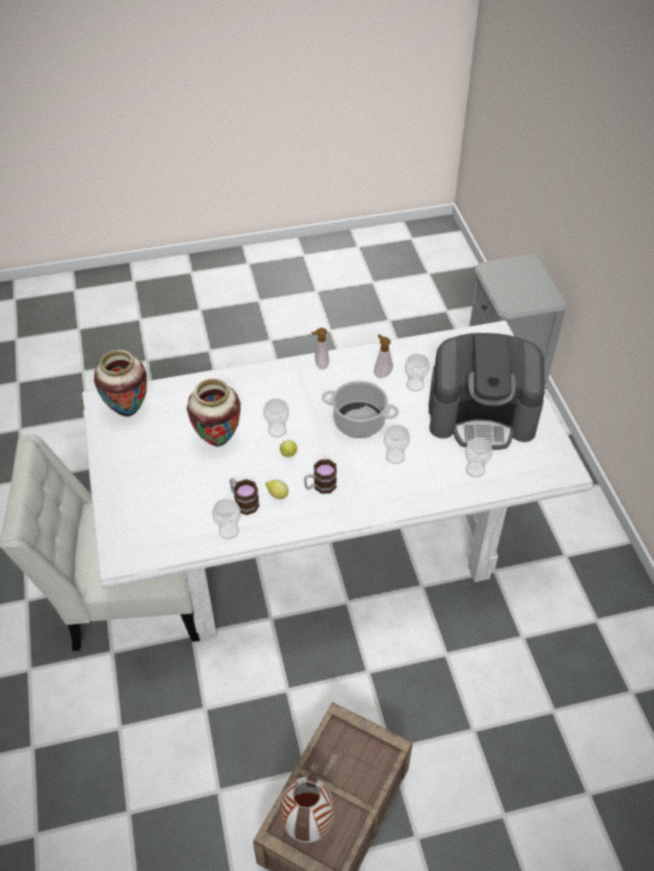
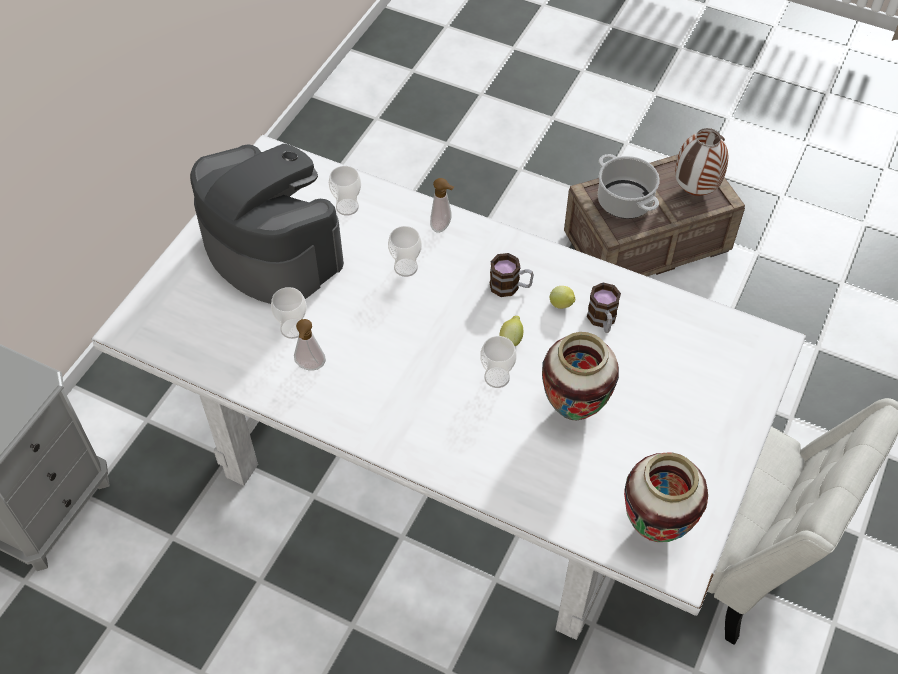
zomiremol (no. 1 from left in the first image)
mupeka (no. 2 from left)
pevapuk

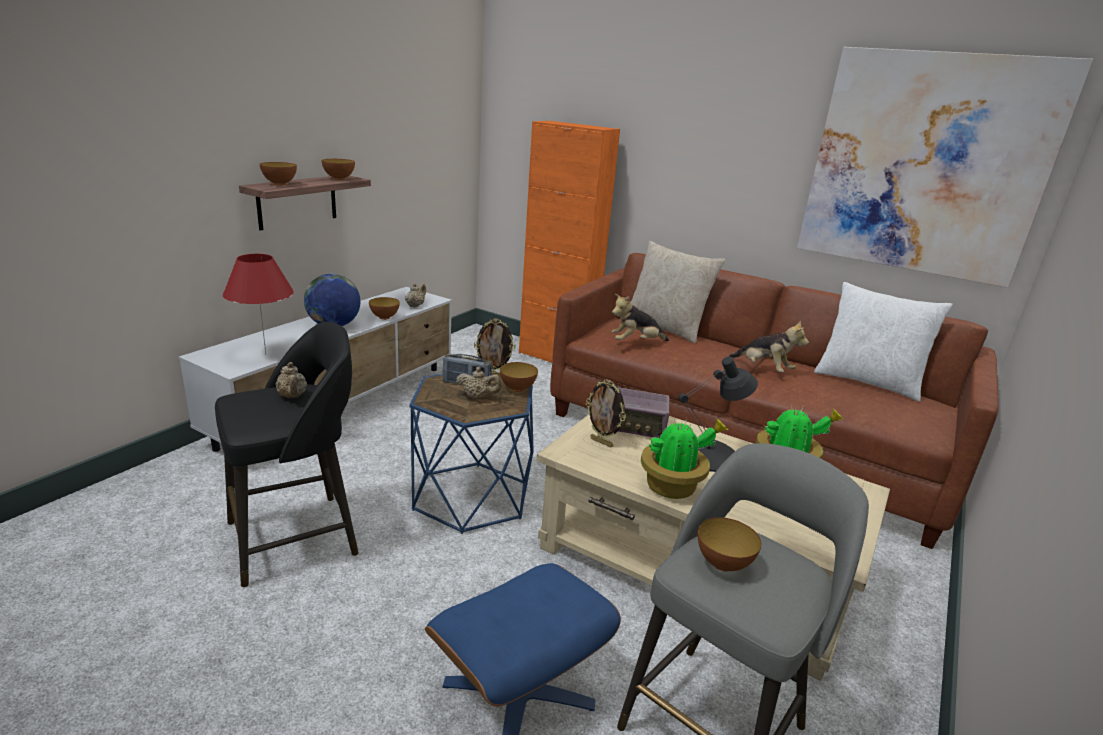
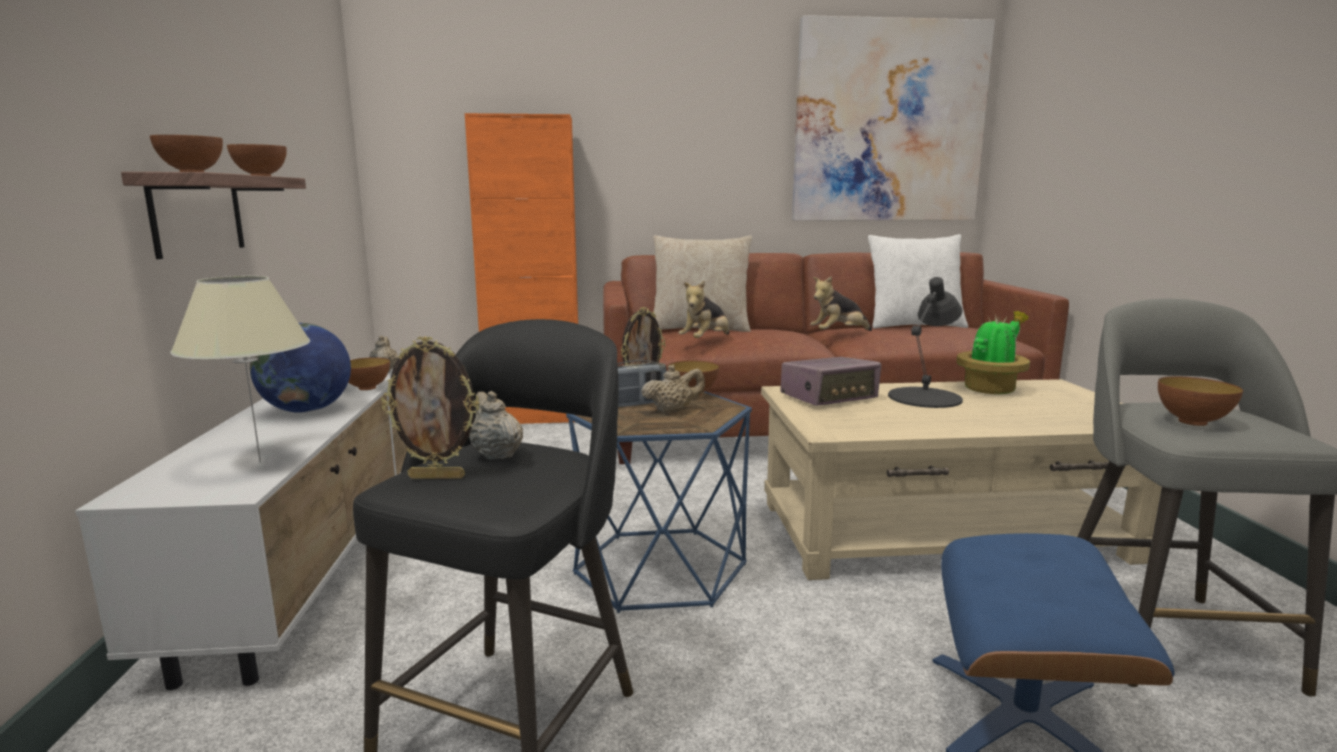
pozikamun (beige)
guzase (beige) (no. 2 from left)
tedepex (no. 1 from left)
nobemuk (no. 1 from left in the first image)
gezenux (no. 2 from left)

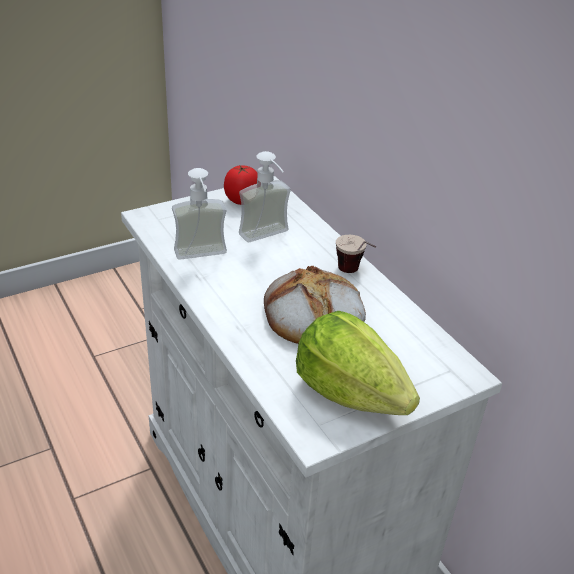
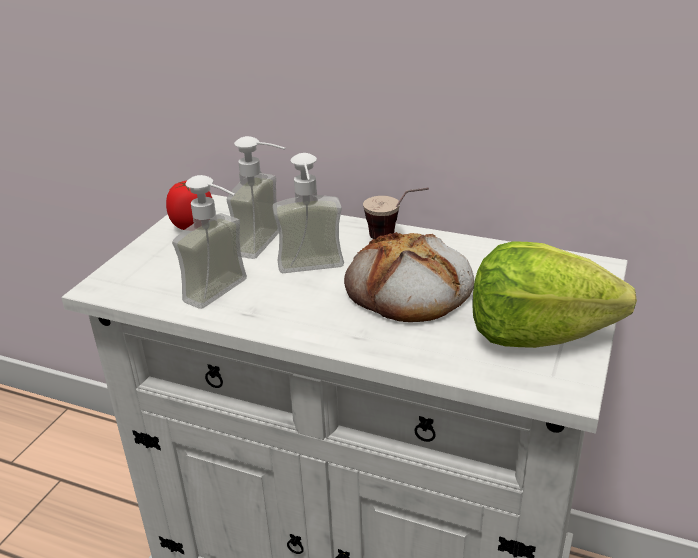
mupeka (no. 3 from left)

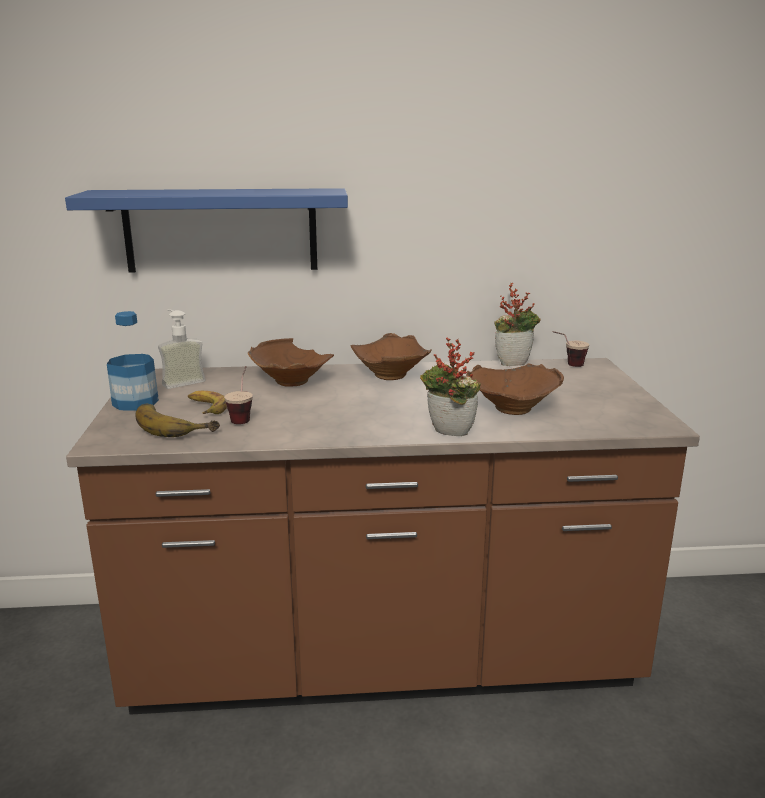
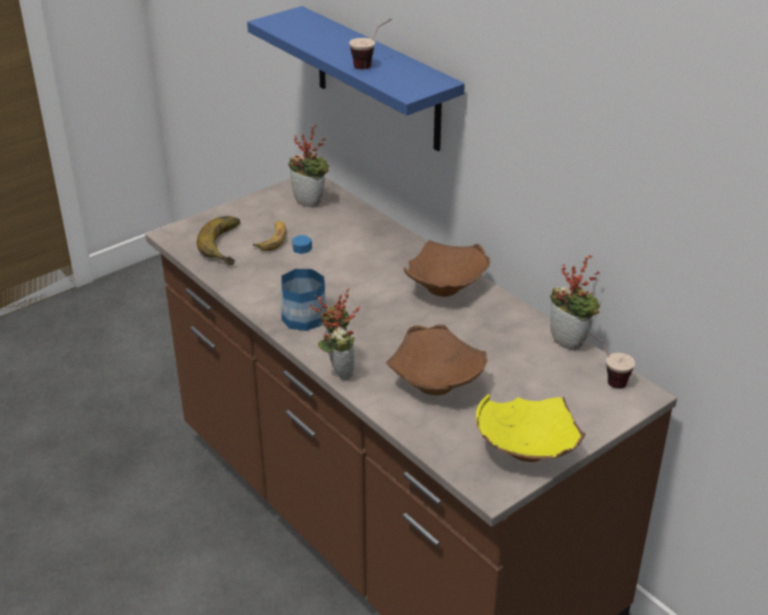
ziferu
nobemuk (no. 1 from left)
zomiremol (no. 1 from left)
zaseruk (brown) (no. 1 from left in the first image)
zaseruk (yellow)

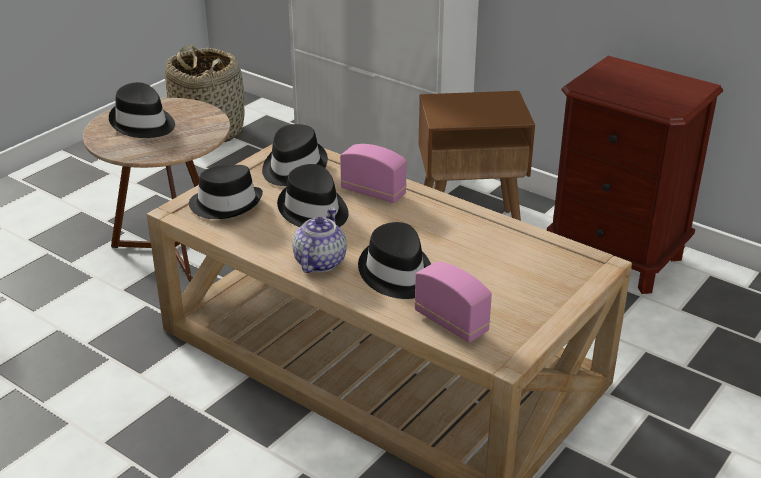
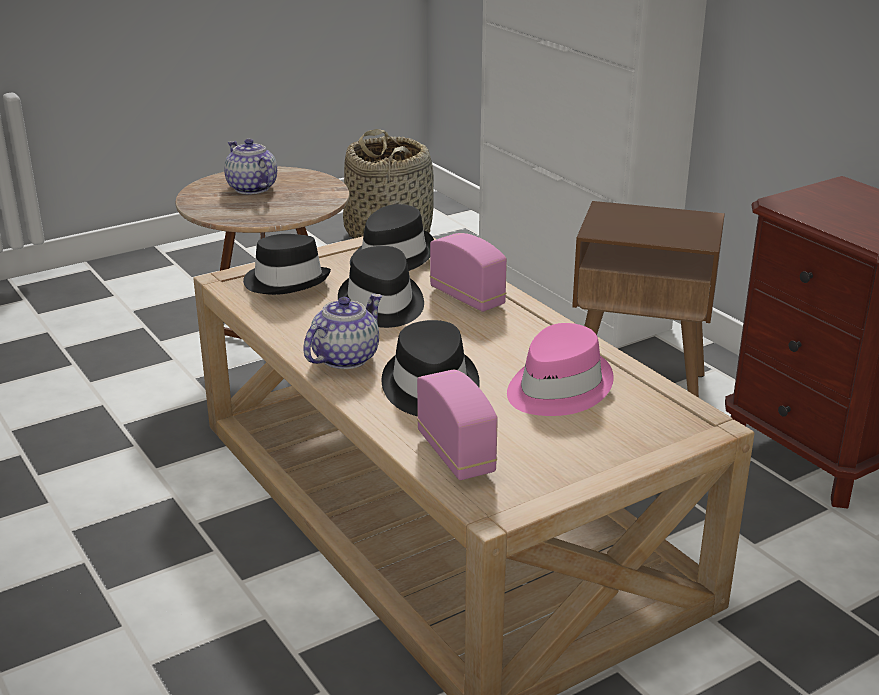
guzase (no. 1 from left)
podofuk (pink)

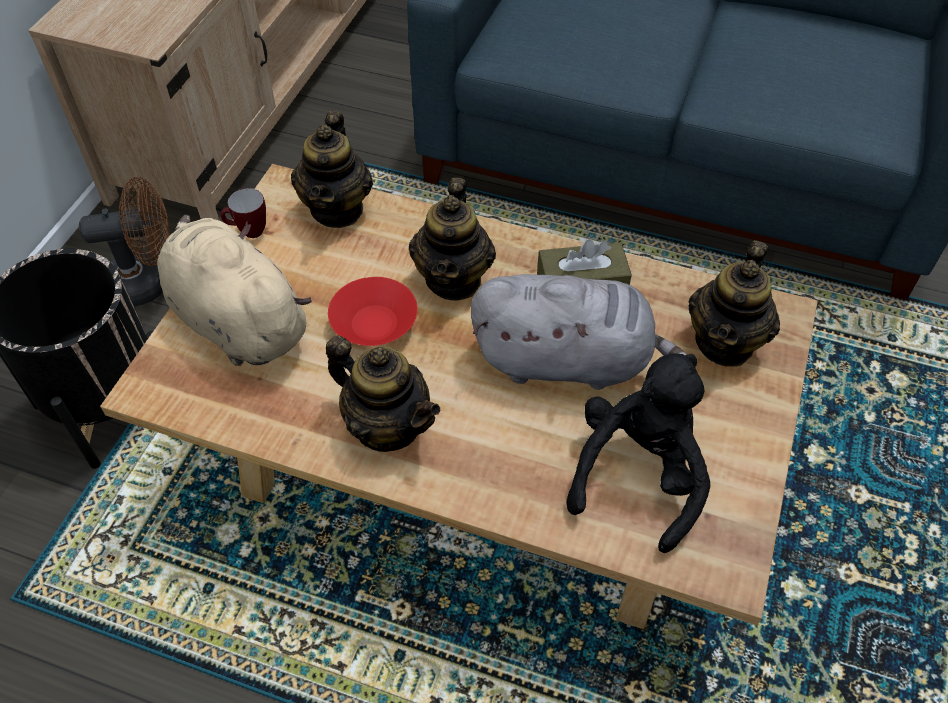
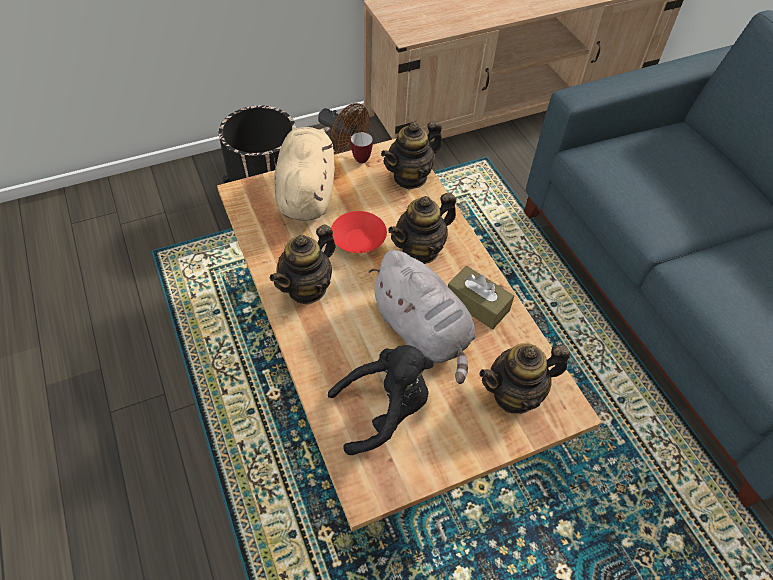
guzase (no. 1 from left)

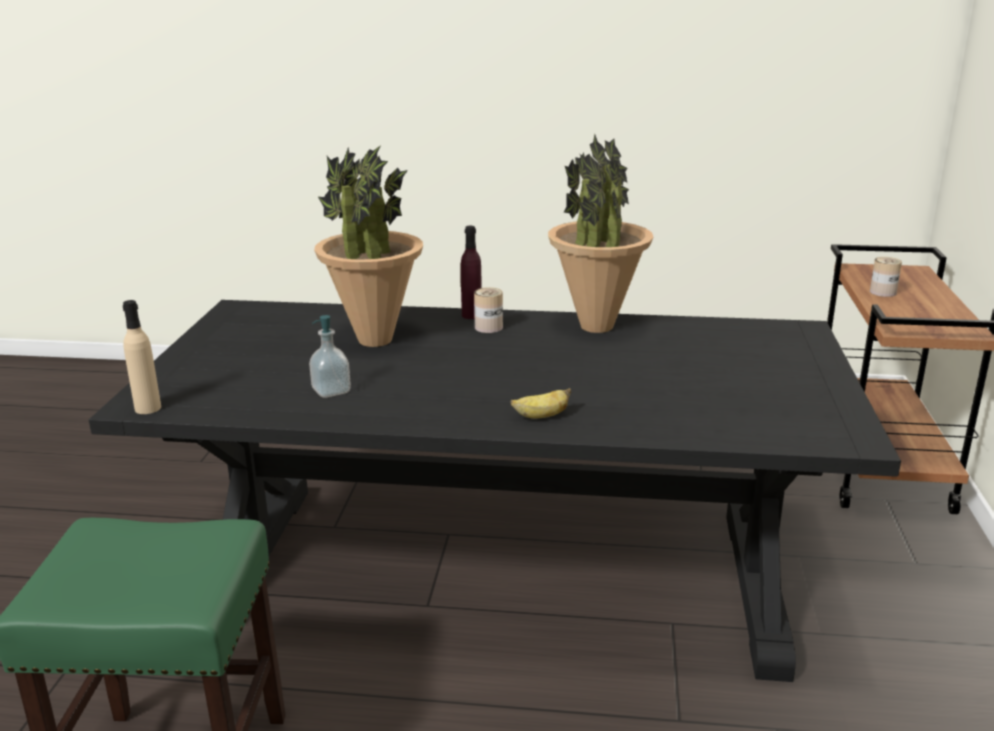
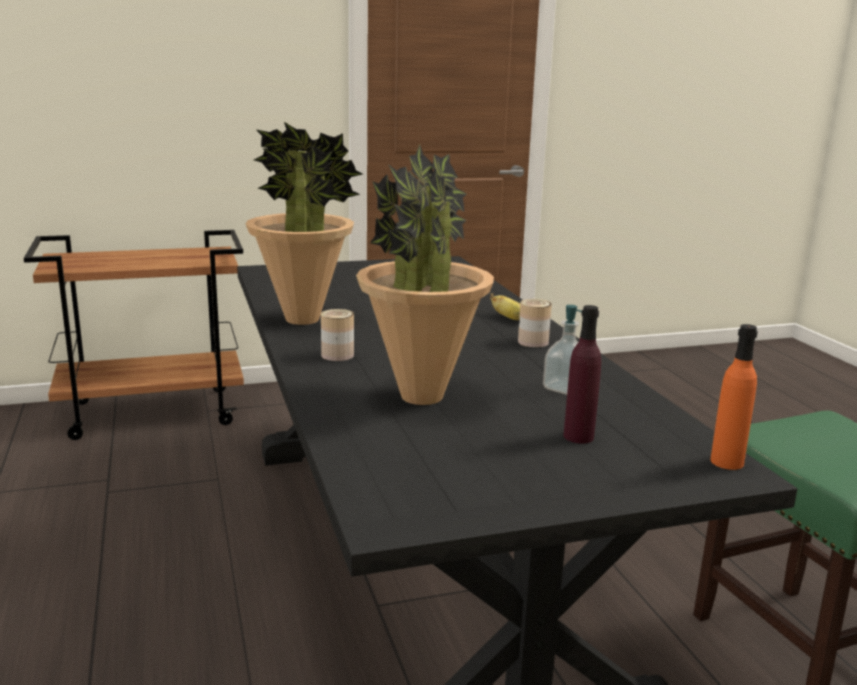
ziferu (orange)
ziferu (purple)
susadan (no. 2 from left)

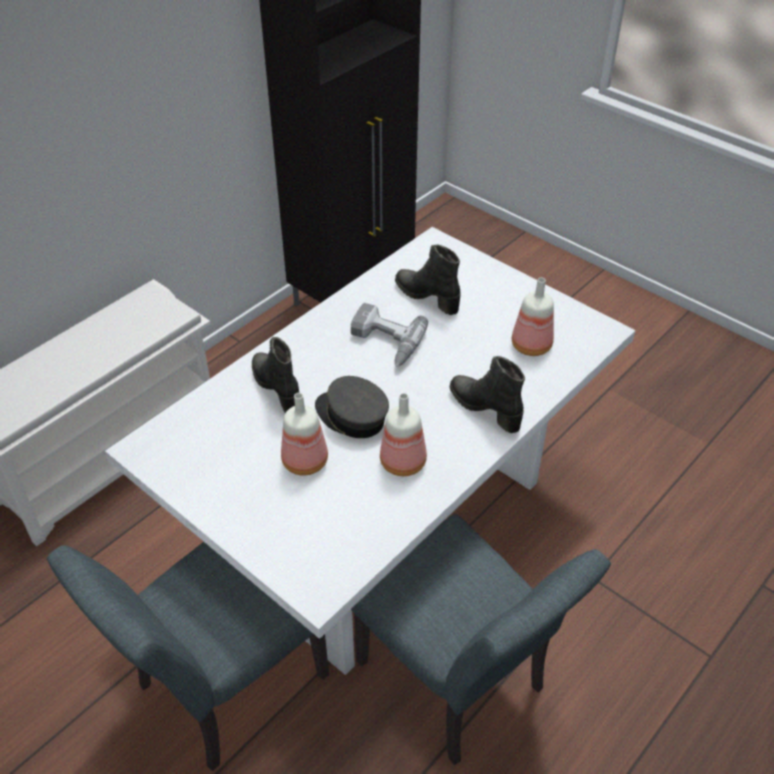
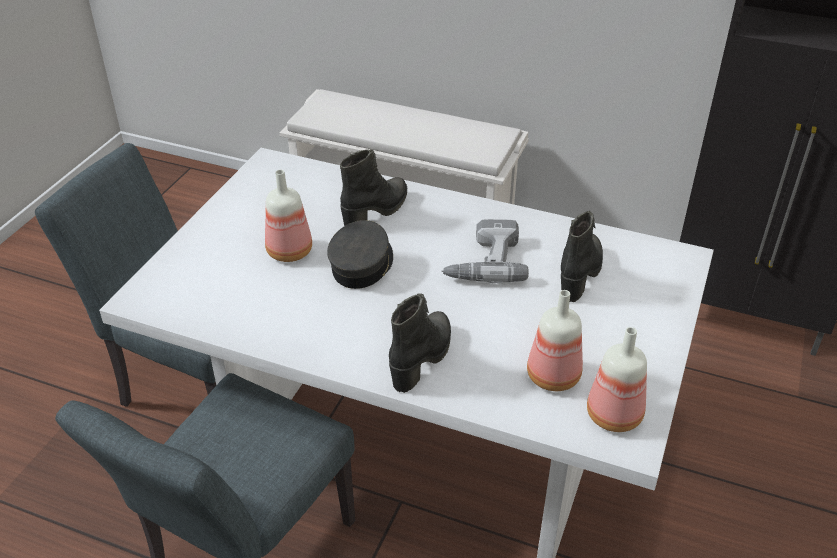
ziferu (no. 3 from left)

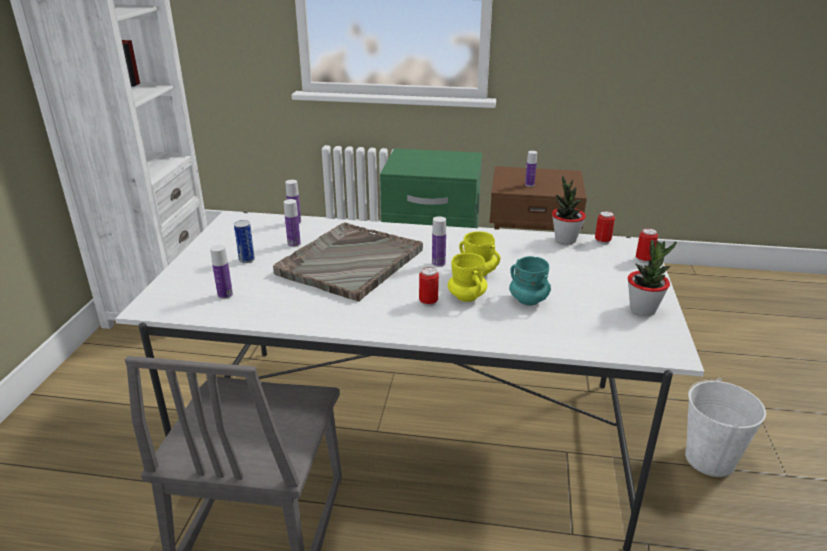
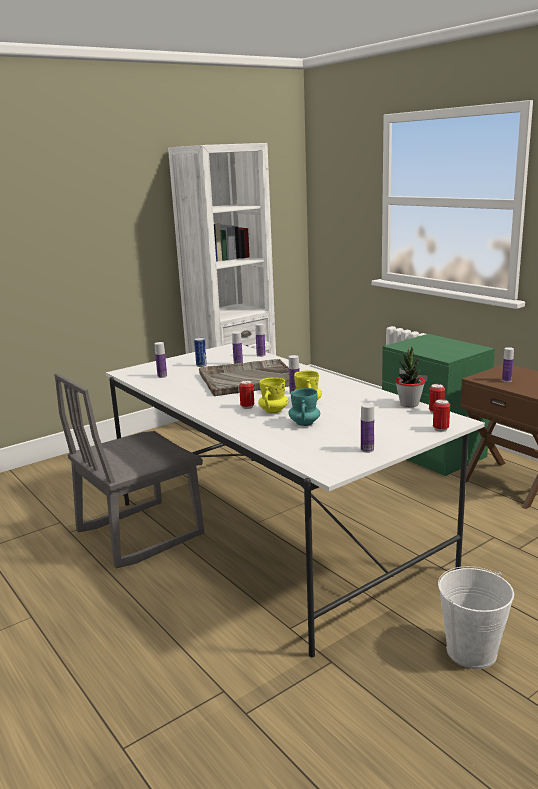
ziferu (no. 5 from left)

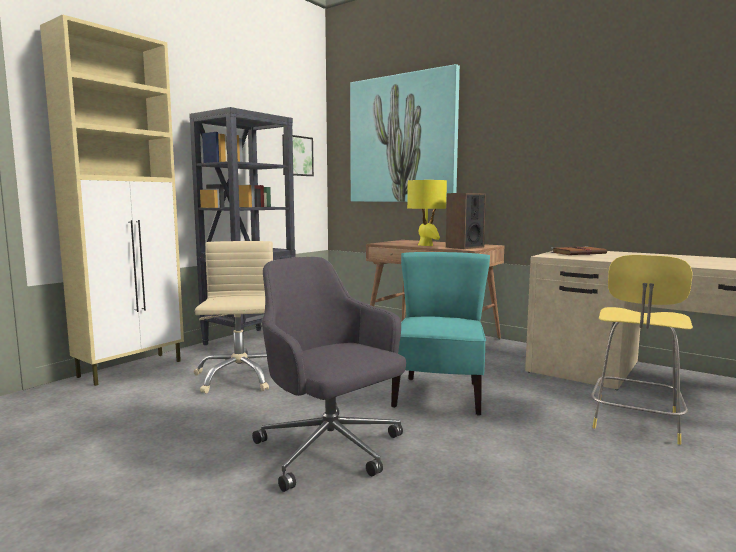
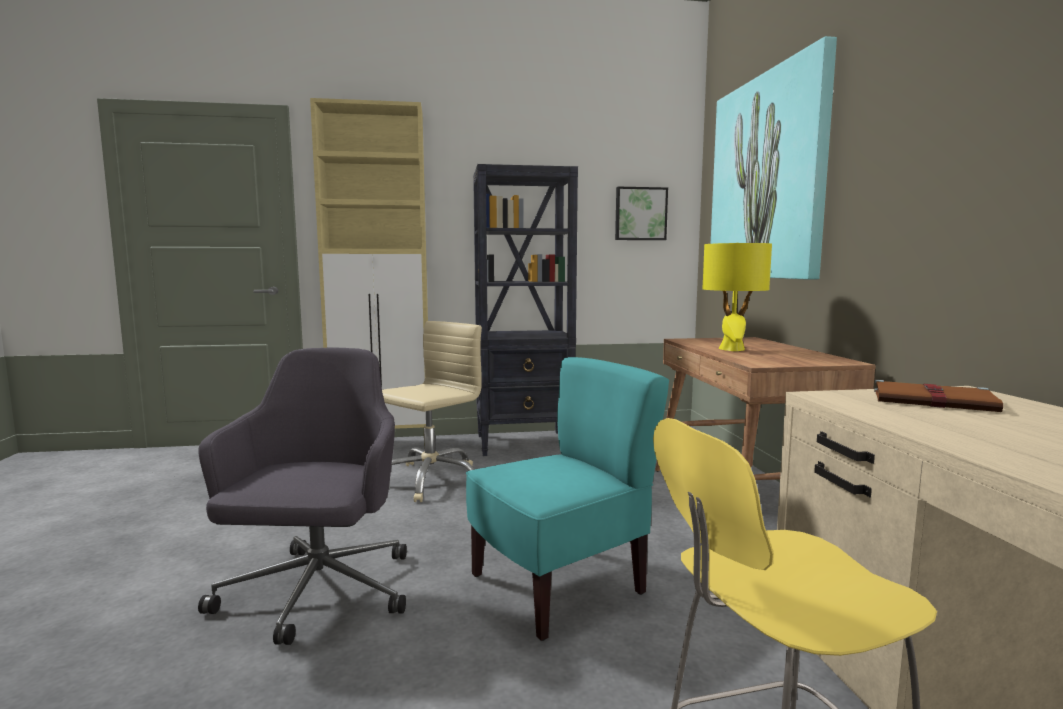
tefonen

